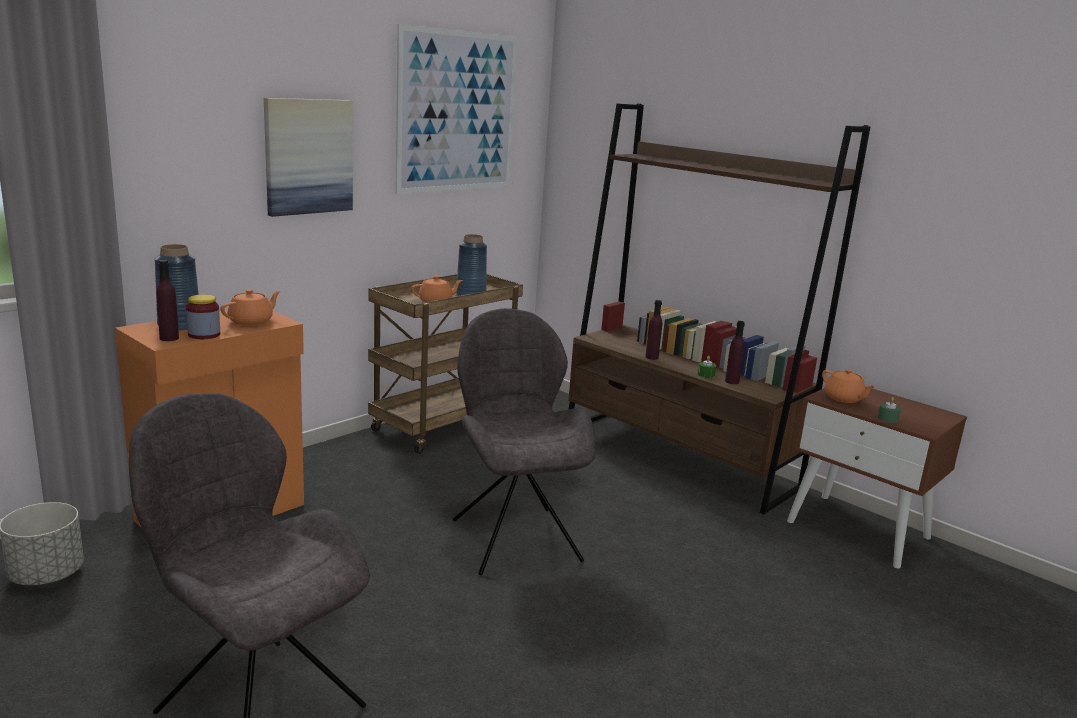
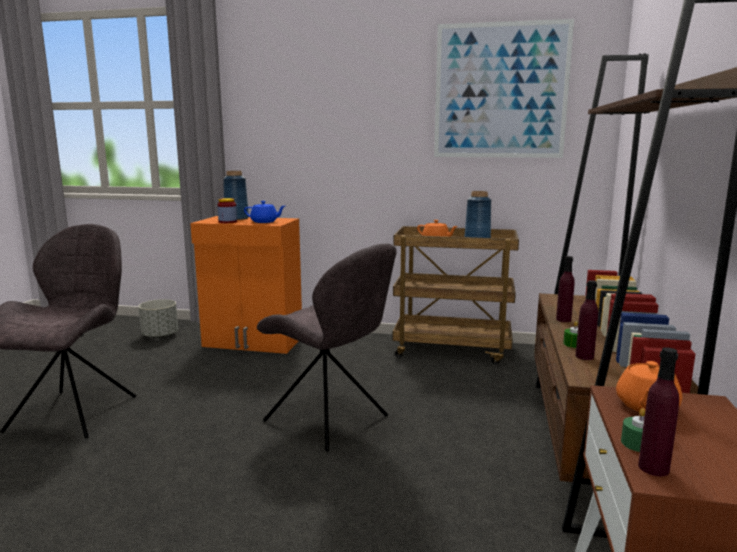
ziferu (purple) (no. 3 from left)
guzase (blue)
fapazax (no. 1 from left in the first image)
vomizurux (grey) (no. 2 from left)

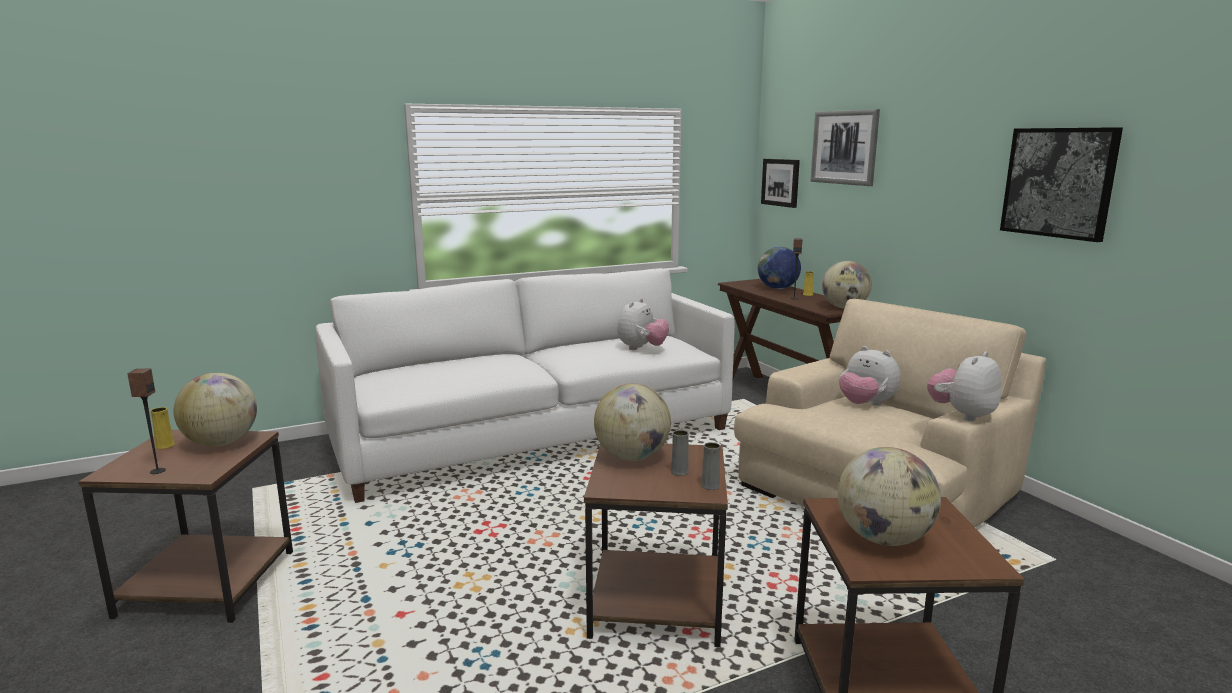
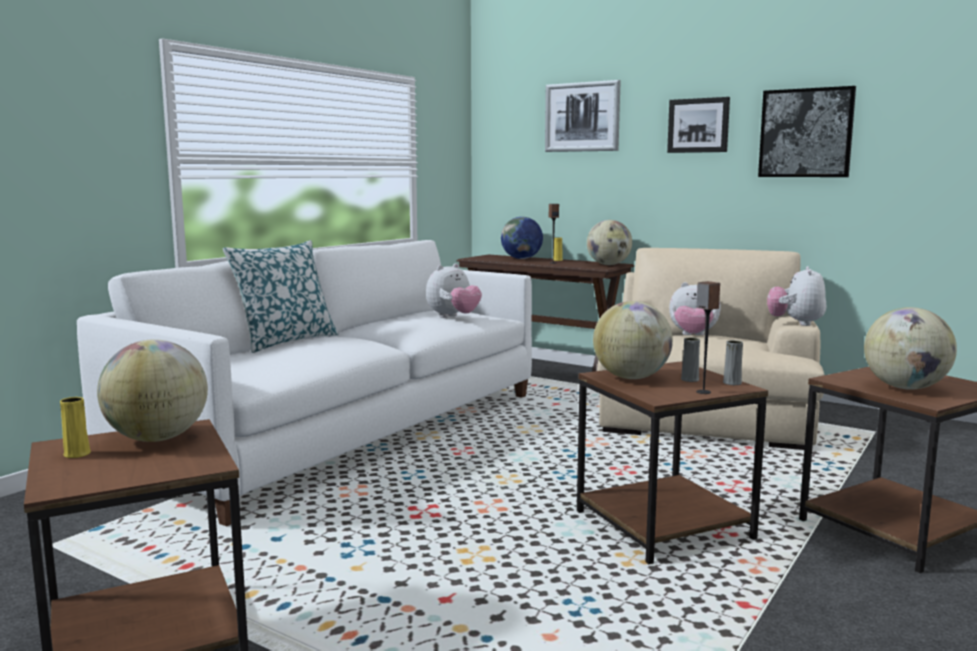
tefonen (no. 2 from left)
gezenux (no. 1 from left)
fapazax (no. 2 from left)
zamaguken

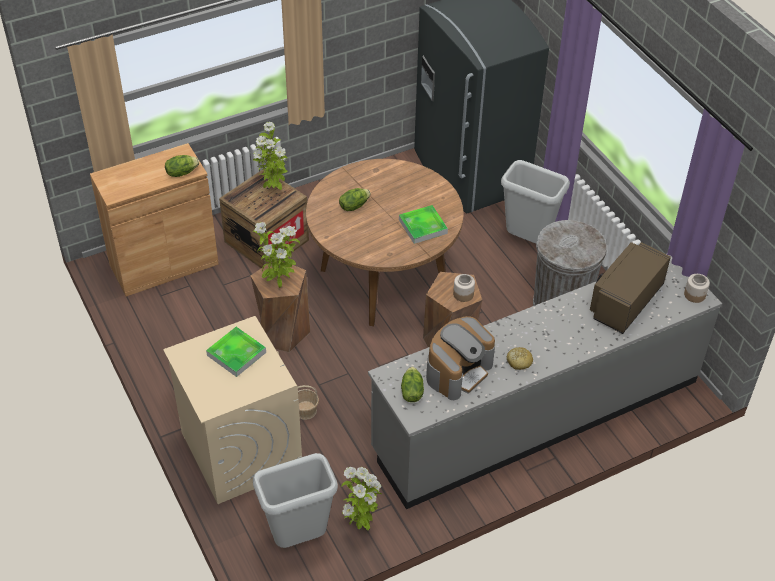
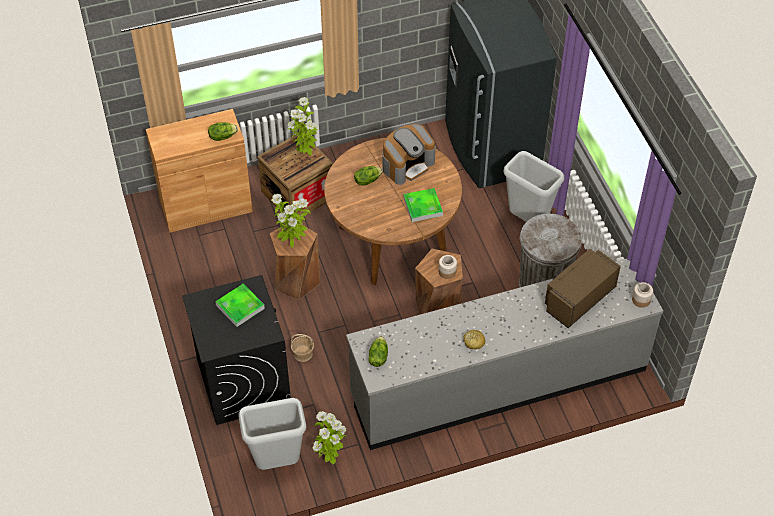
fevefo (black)
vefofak

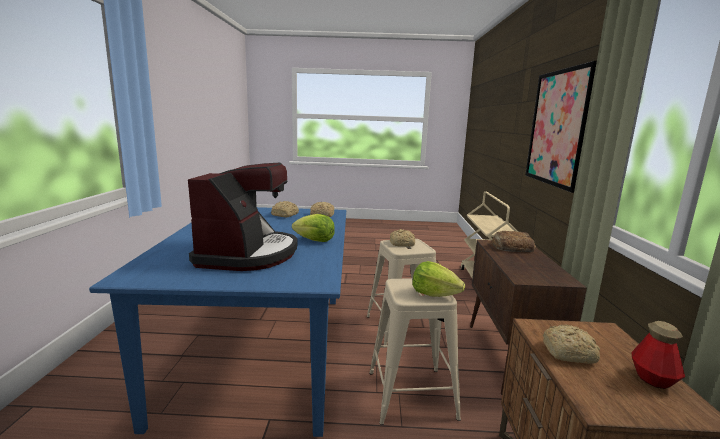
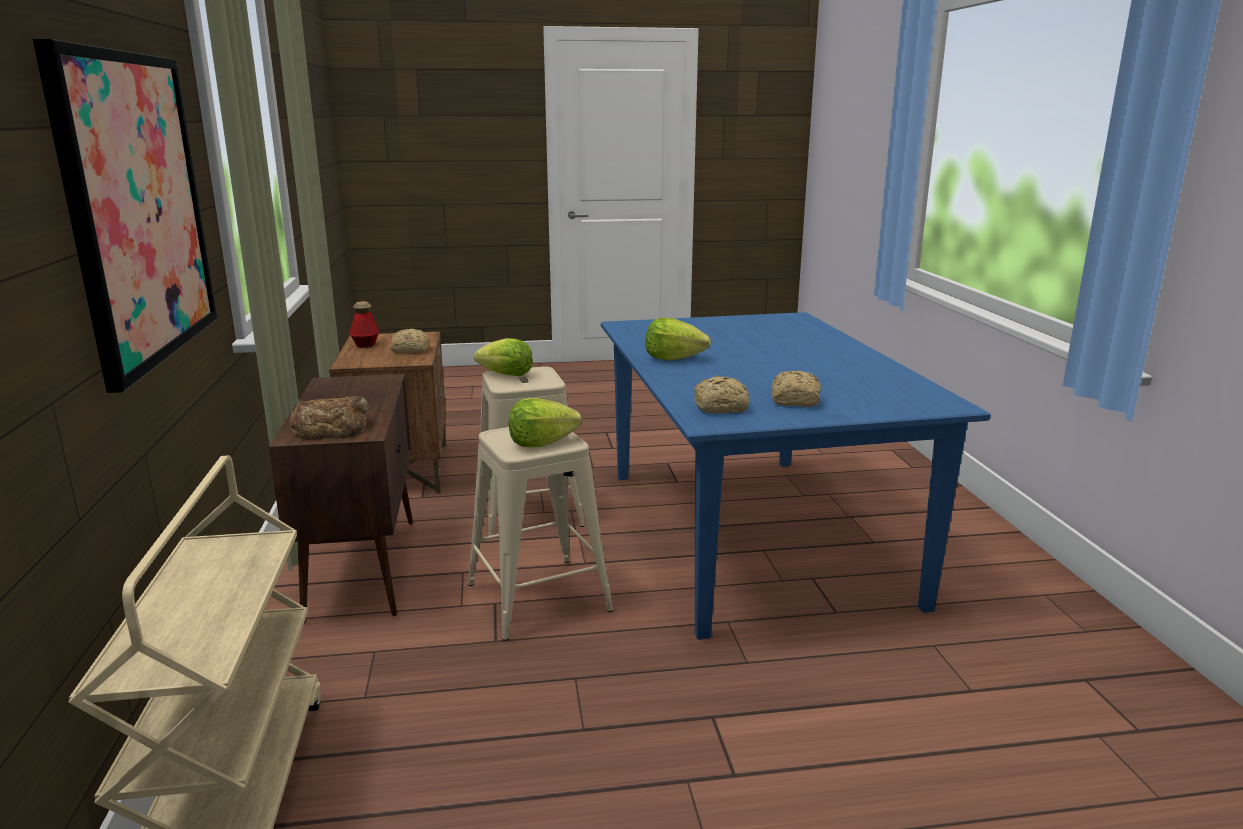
vefofak
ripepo (no. 2 from left)

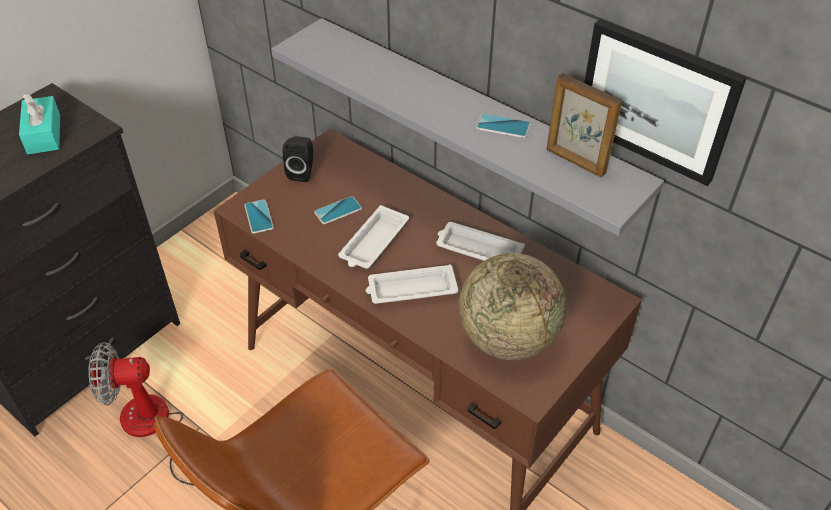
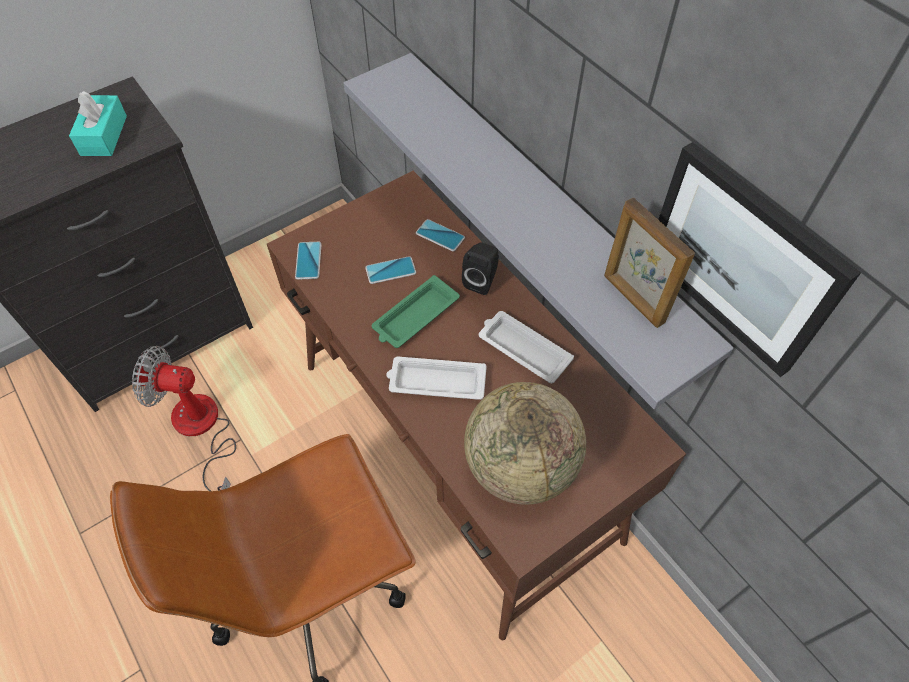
tefonen (black)
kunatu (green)
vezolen (no. 3 from left)

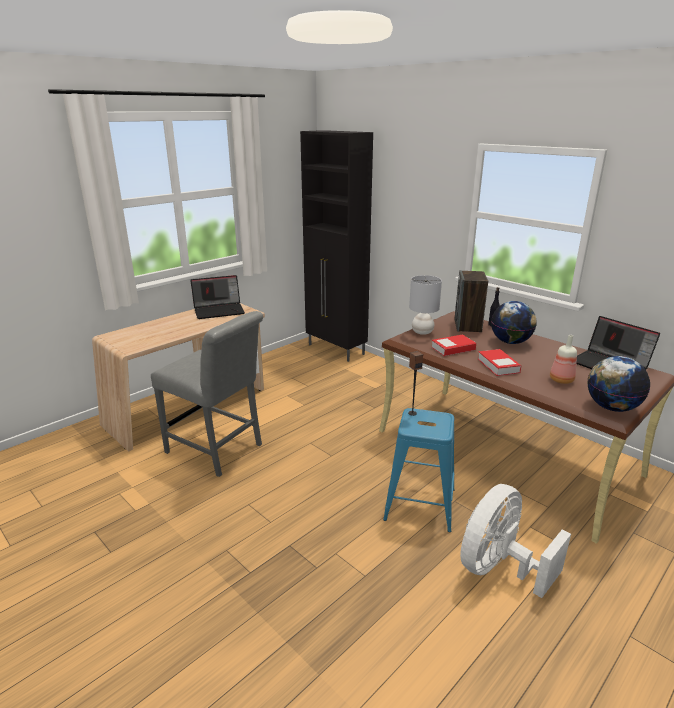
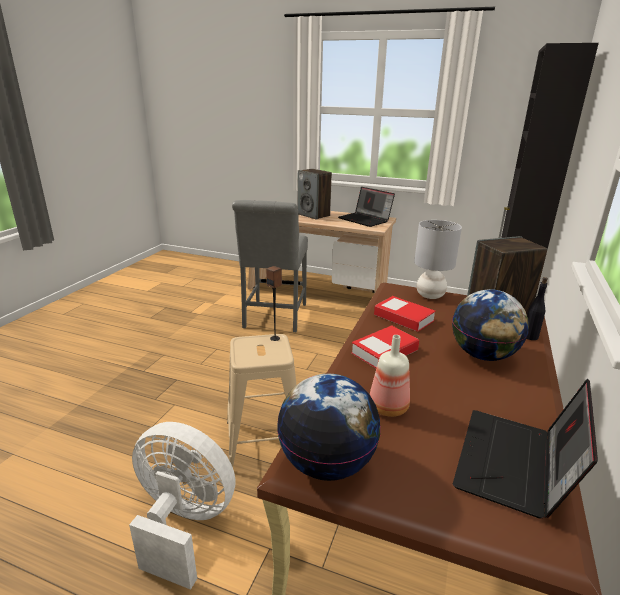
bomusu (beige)
tefonen (no. 2 from left)

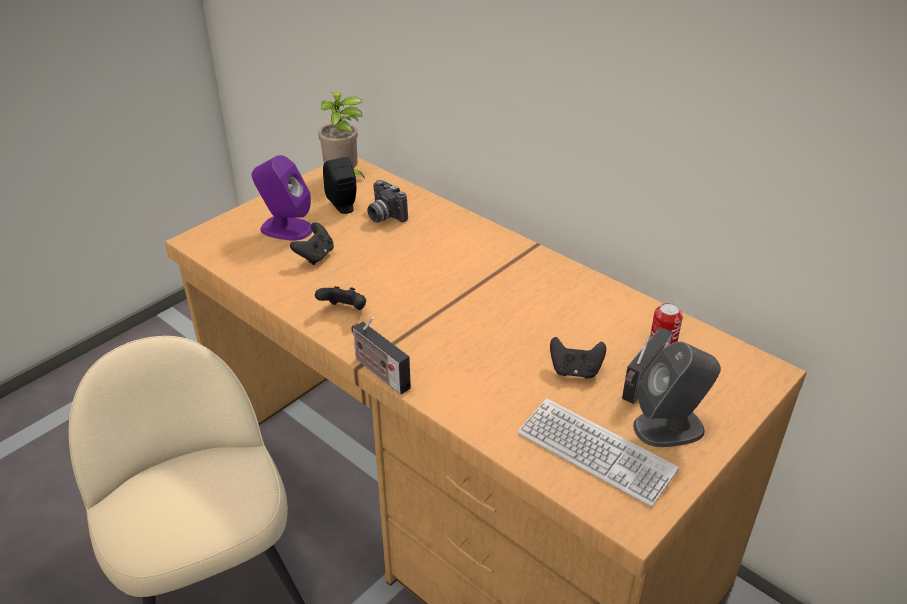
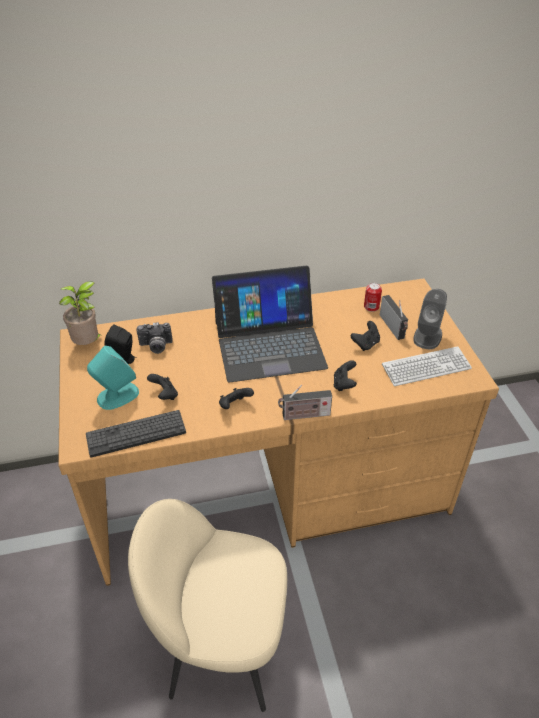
tefonen (turquoise)
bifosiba (no. 1 from left)
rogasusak
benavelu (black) (no. 3 from left)

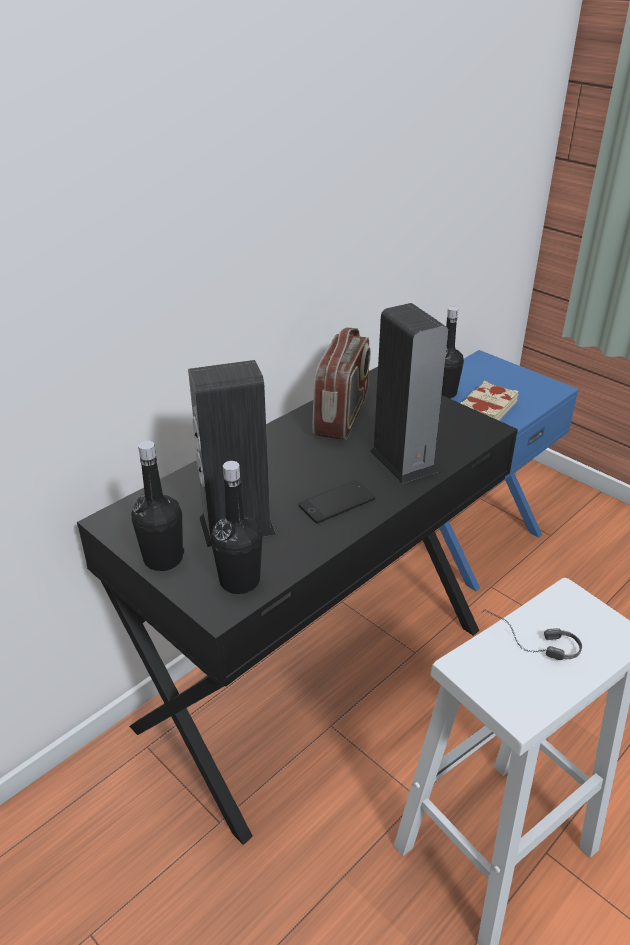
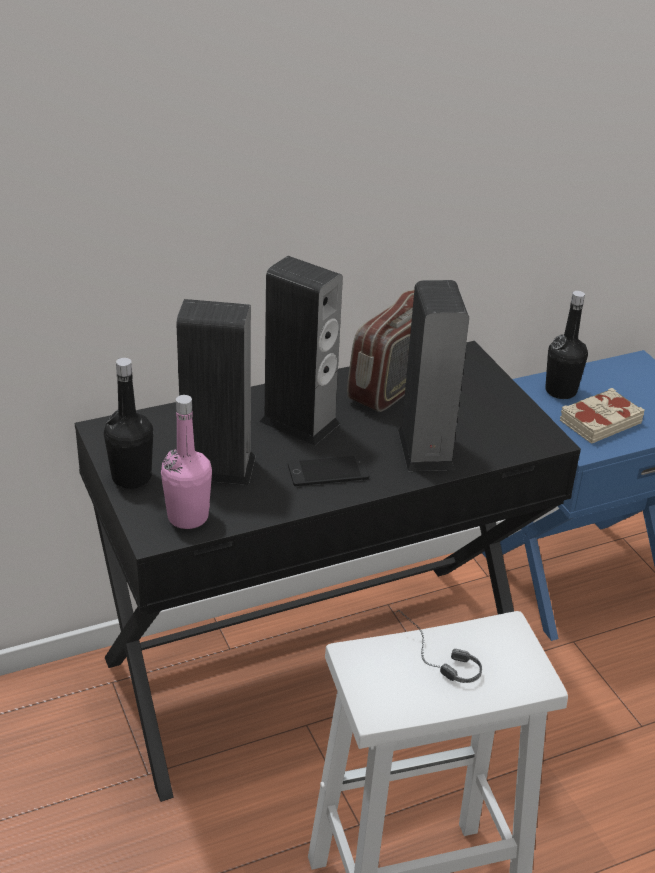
ziferu (pink)
tefonen (no. 2 from left)

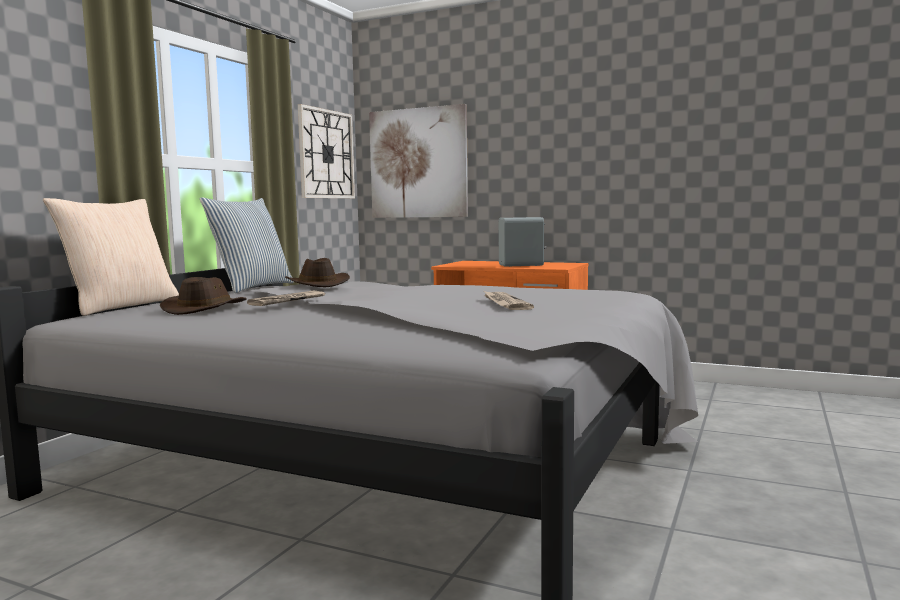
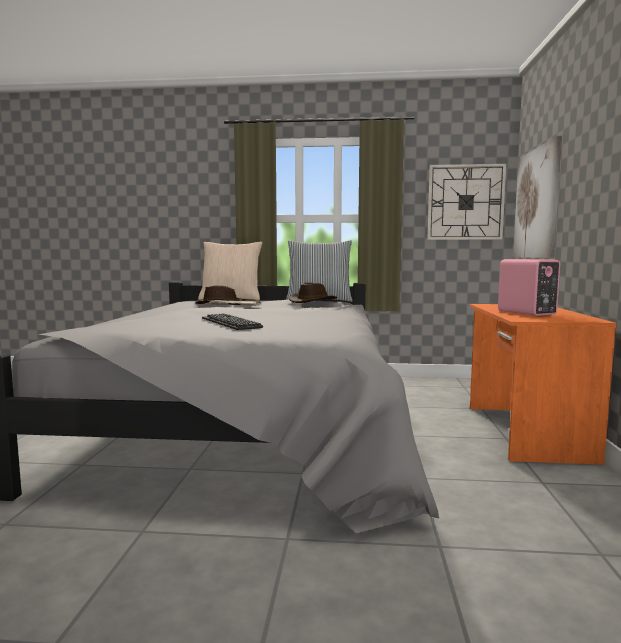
bifosiba
tefonen (pink)

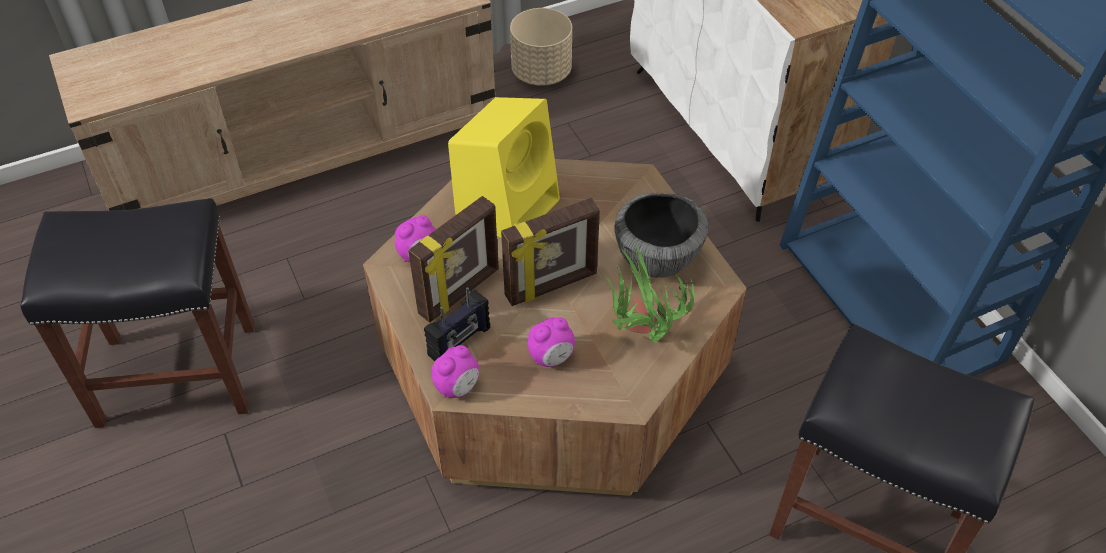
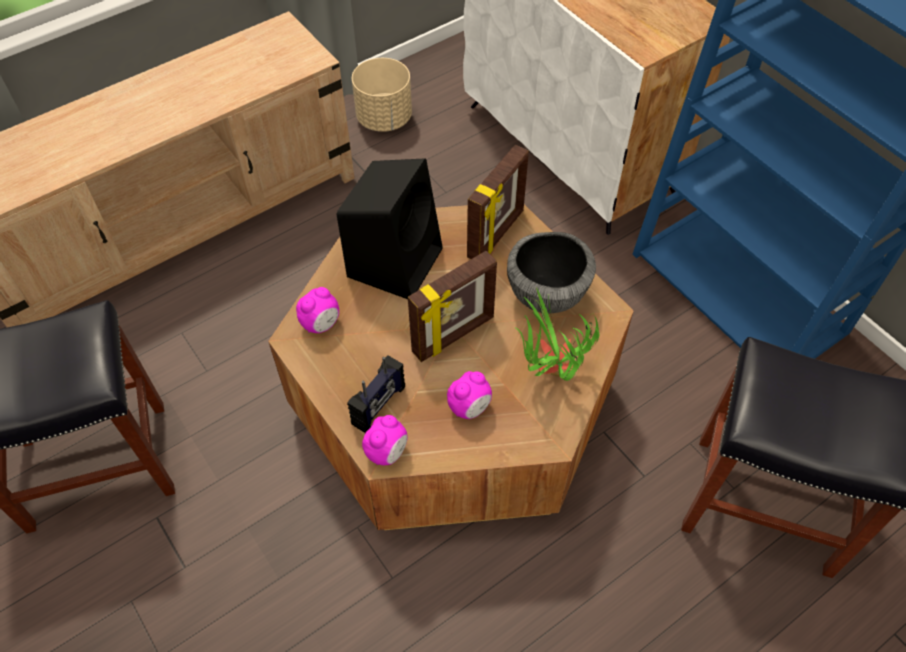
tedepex (no. 2 from left)
tefonen (black)

